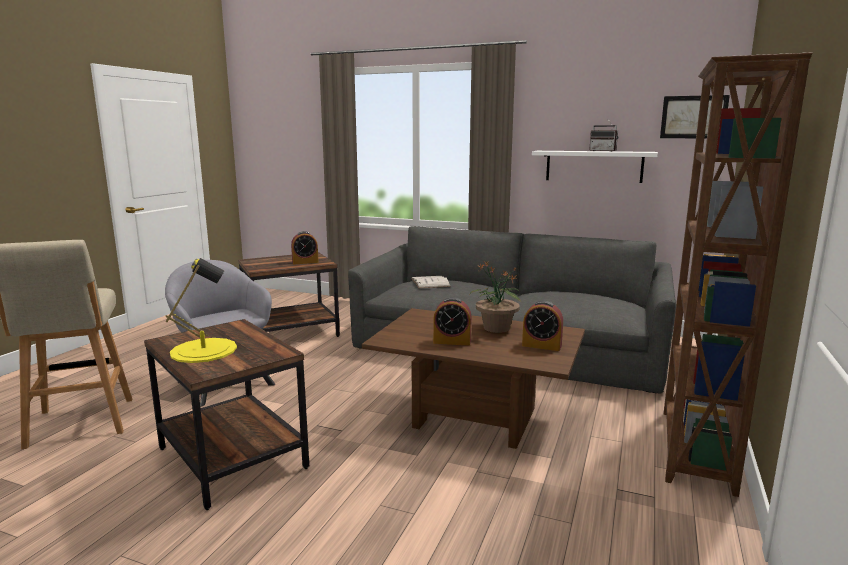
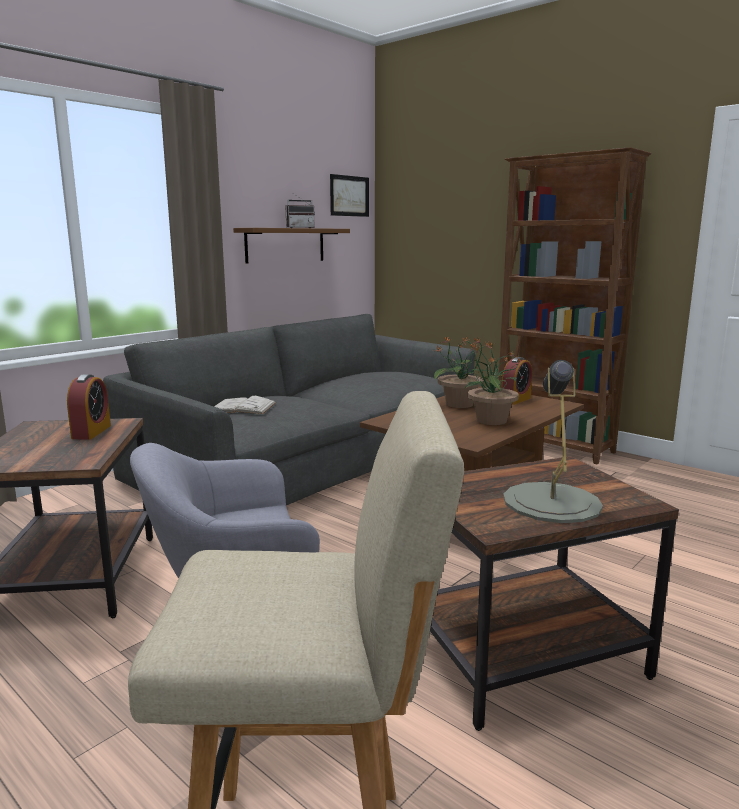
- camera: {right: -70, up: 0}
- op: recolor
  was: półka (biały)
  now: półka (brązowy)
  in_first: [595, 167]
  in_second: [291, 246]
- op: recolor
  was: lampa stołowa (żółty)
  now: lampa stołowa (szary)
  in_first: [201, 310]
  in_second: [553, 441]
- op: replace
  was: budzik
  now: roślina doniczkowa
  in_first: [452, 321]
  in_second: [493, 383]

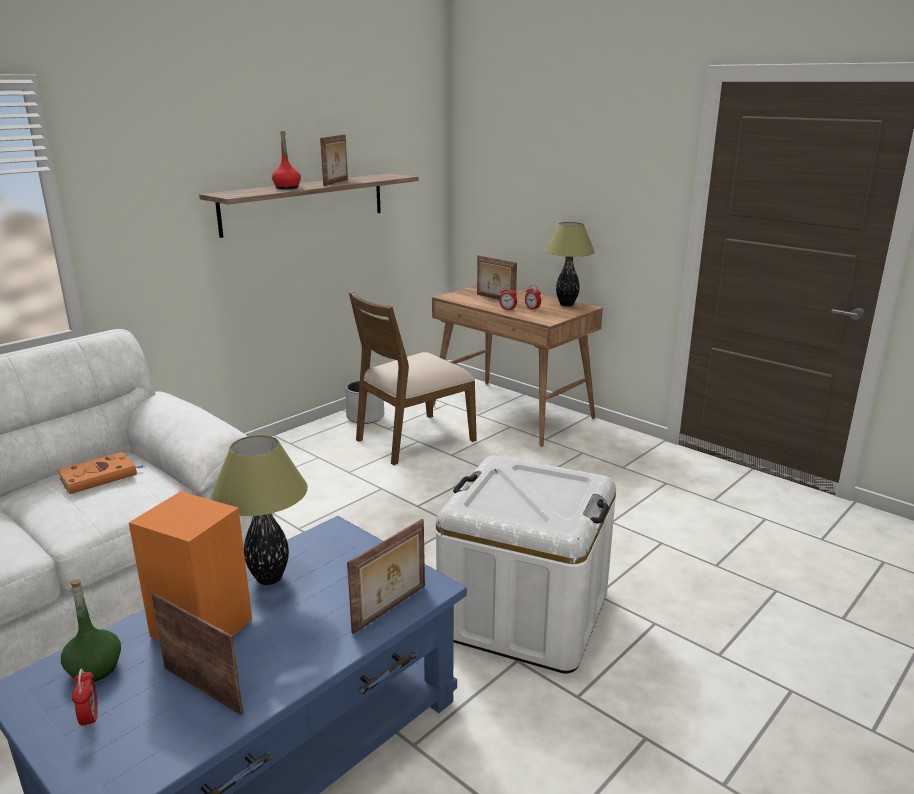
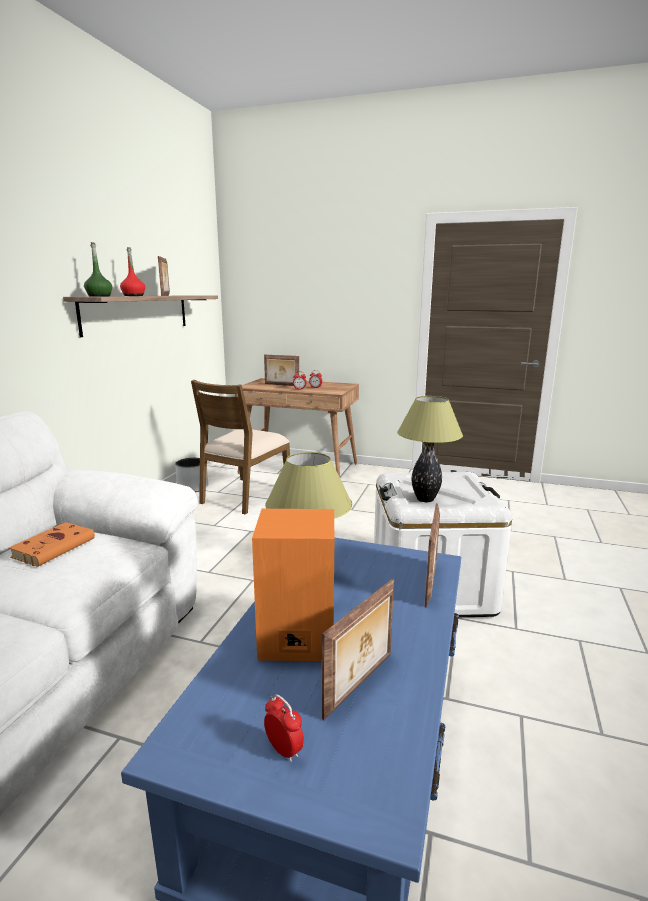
- camera: {right: -25, up: -5}
- op: move
  was: lampa stołowa
  in_first: [570, 264]
  in_second: [430, 449]
- op: move
  was: butelka (zielony)
  in_first: [91, 630]
  in_second: [98, 269]
- op: rotate
  was: ramka na zdjęcie
  in_first: [197, 654]
  in_second: [358, 649]
  clockwise: 120

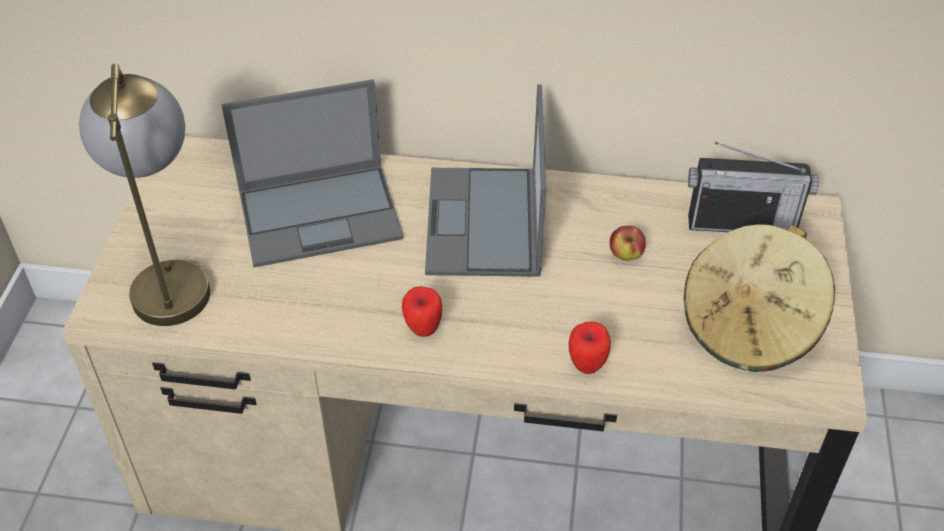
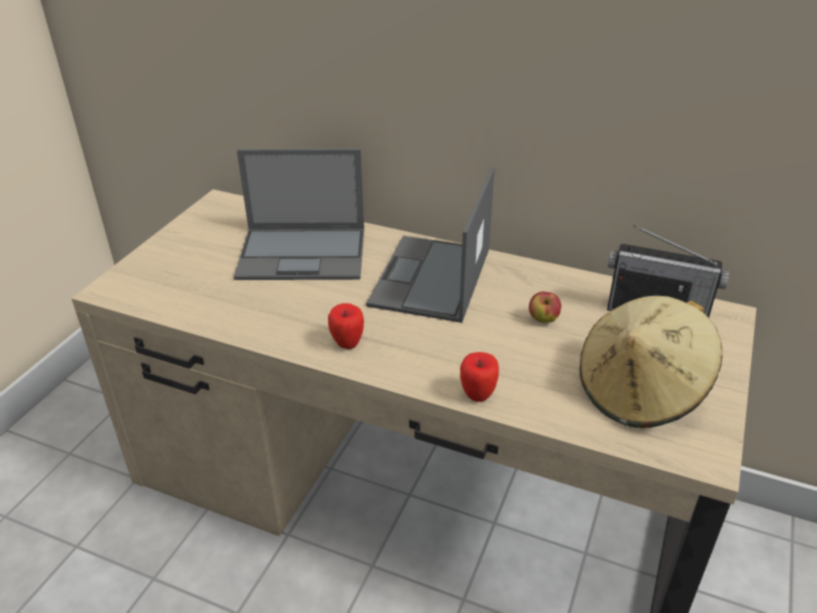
- camera: {right: 15, up: -10}
- op: delete
  was: lampa stołowa
  in_first: [144, 195]

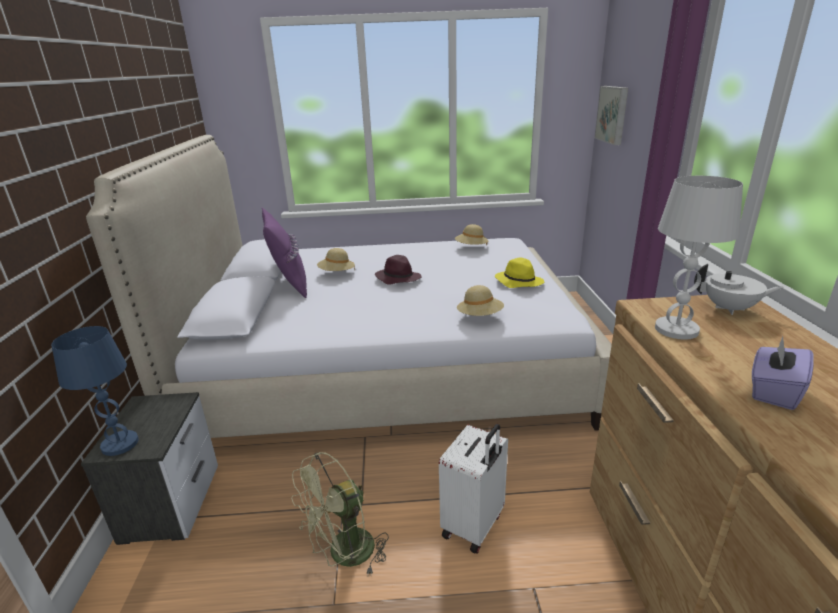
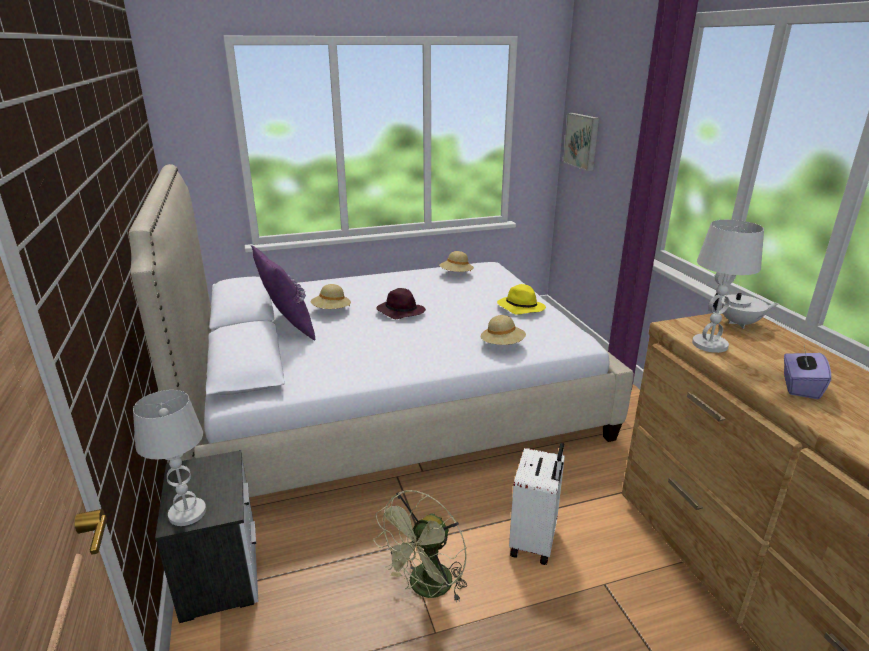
- camera: {right: -15, up: 0}
- op: recolor
  was: lampa stołowa (niebieski)
  now: lampa stołowa (biały)
  in_first: [95, 391]
  in_second: [169, 458]

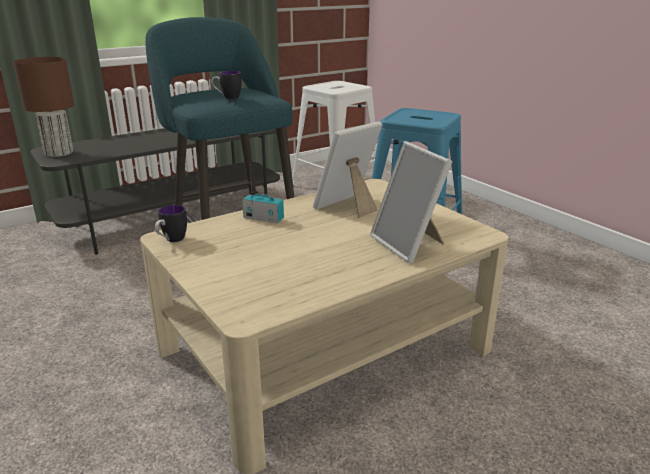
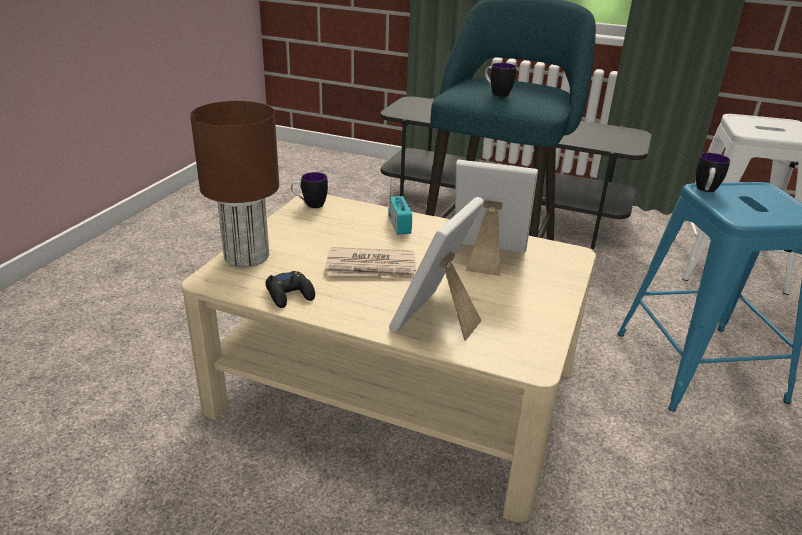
- camera: {right: 55, up: 5}
- op: move
  was: lampa stołowa (brązowy)
  in_first: [43, 107]
  in_second: [234, 184]
- op: insert
  now: kubek
  in_second: [713, 172]
- op: insert
  now: gazeta
  in_second: [370, 263]
- op: insert
  now: pad do gier (czarny)
  in_second: [290, 289]

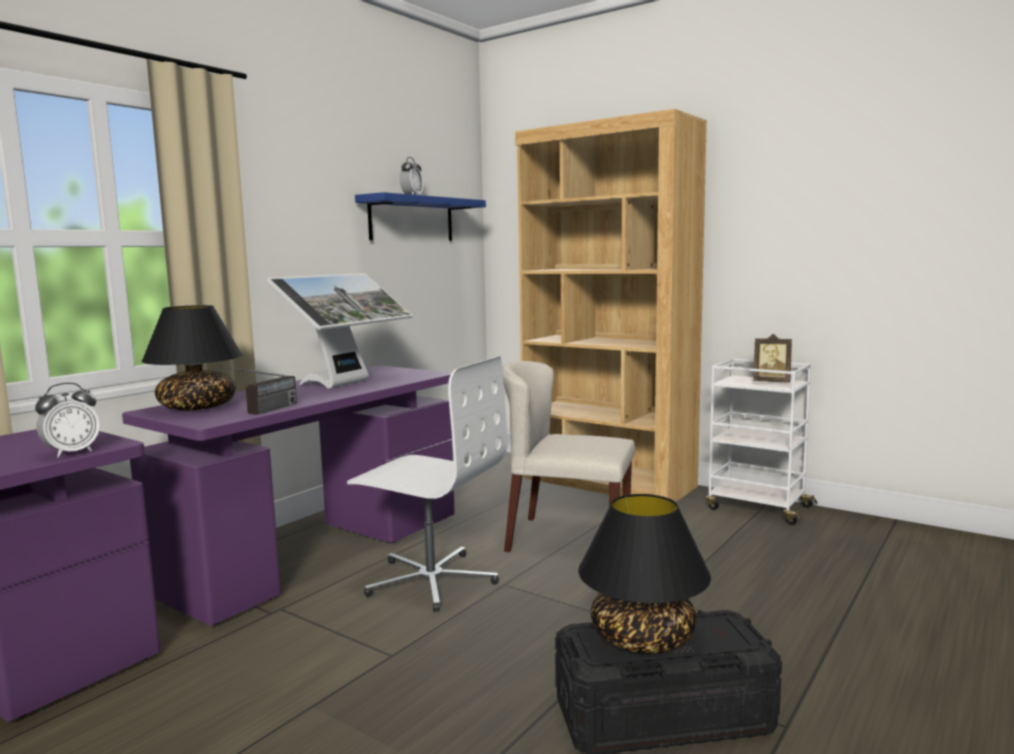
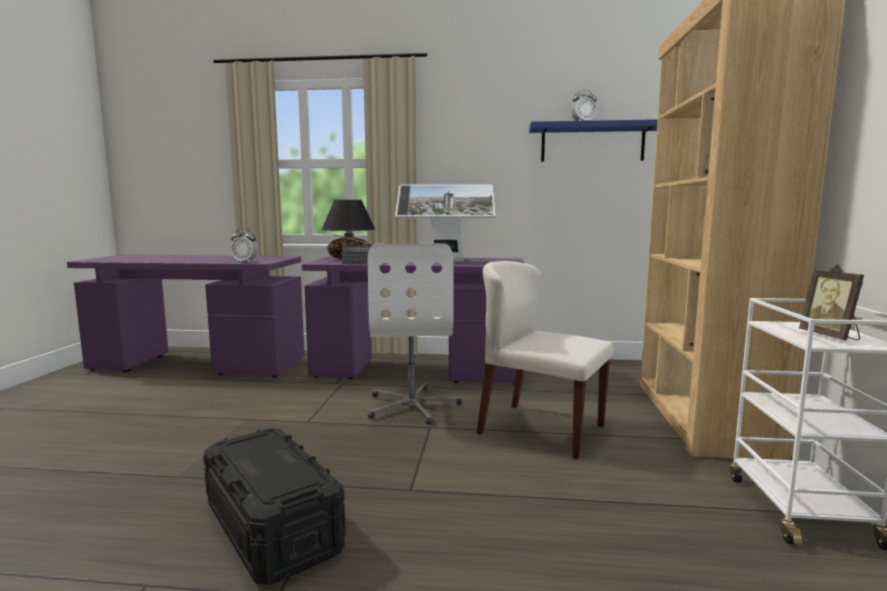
- camera: {right: 60, up: 0}
- op: rotate
  was: krzesło (beżowy)
  in_first: [568, 456]
  in_second: [545, 360]
  clockwise: -45
- op: delete
  was: lampa stołowa (czarny)
  in_first: [644, 574]

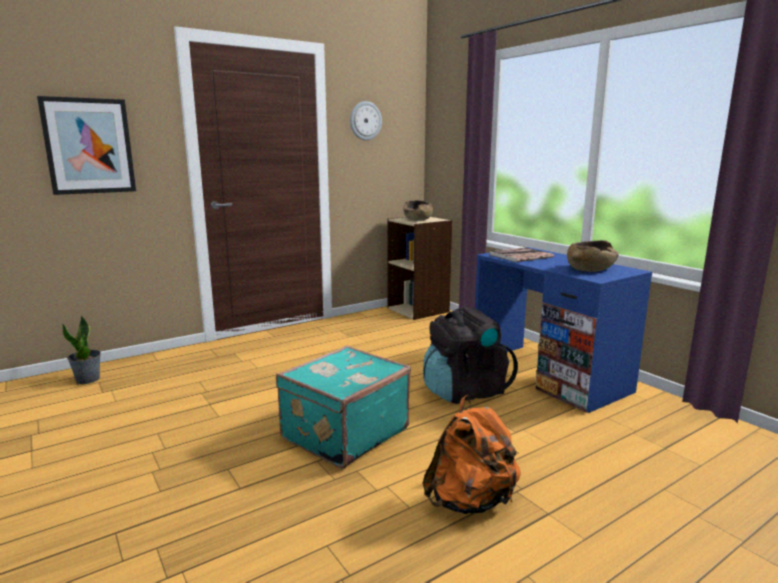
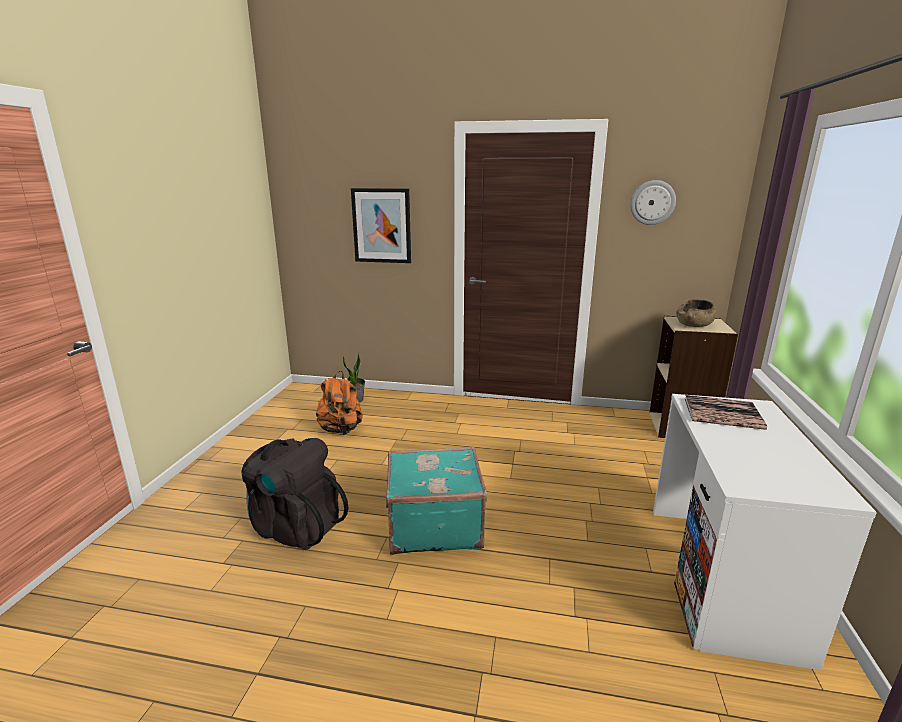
- camera: {right: 45, up: 5}
- op: delete
  was: miska (brązowy)
  in_first: [593, 256]
- op: recolor
  was: biurko (niebieski)
  now: biurko (biały)
  in_first: [563, 330]
  in_second: [765, 532]
- op: move
  was: plecak (czarny)
  in_first: [470, 355]
  in_second: [294, 494]
- op: move
  was: plecak (pomarańczowy)
  in_first: [472, 454]
  in_second: [339, 403]

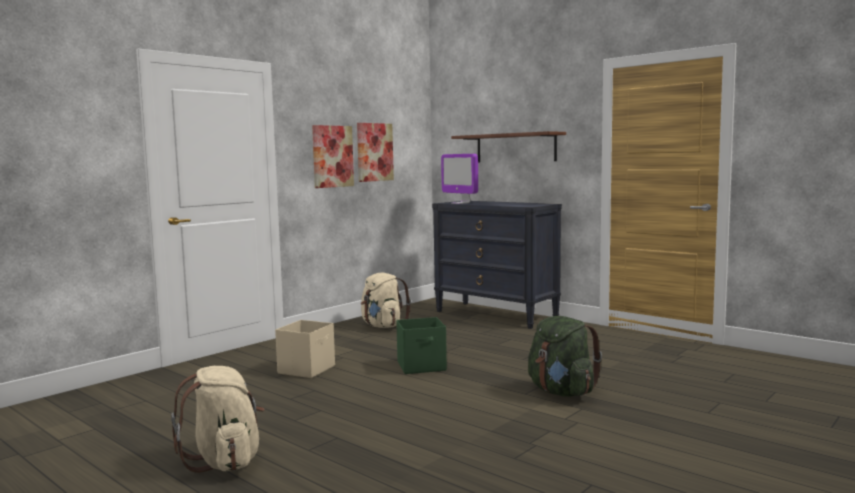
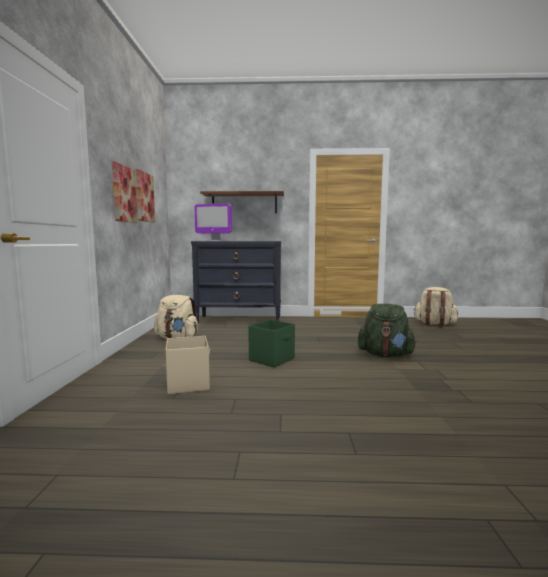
- camera: {right: -40, up: 0}
- op: move
  was: plecak (beżowy)
  in_first: [218, 419]
  in_second: [436, 307]

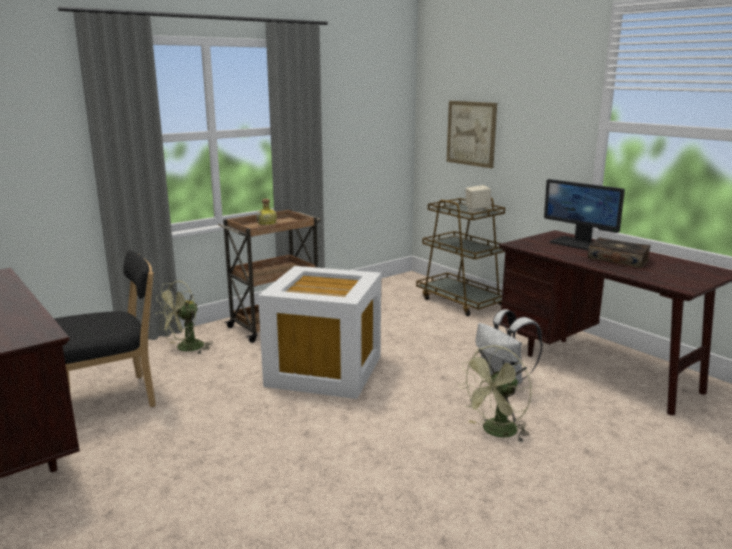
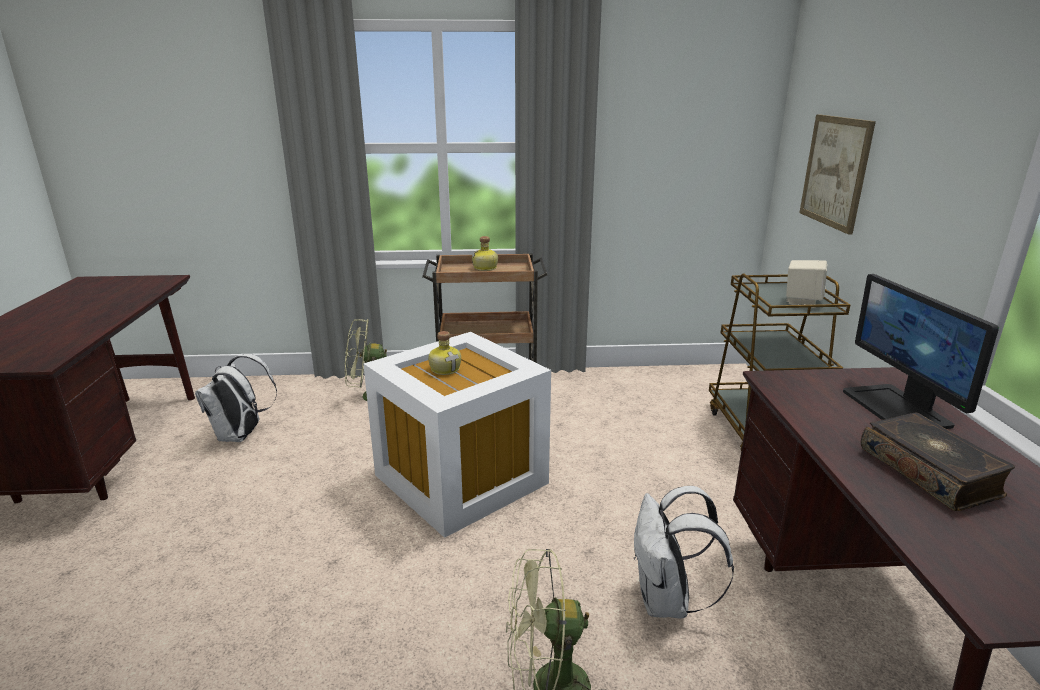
- camera: {right: 35, up: 5}
- op: replace
  was: krzesło (czarny)
  now: plecak (biały)
  in_first: [105, 328]
  in_second: [236, 398]
- op: insert
  now: butelka
  in_second: [444, 353]

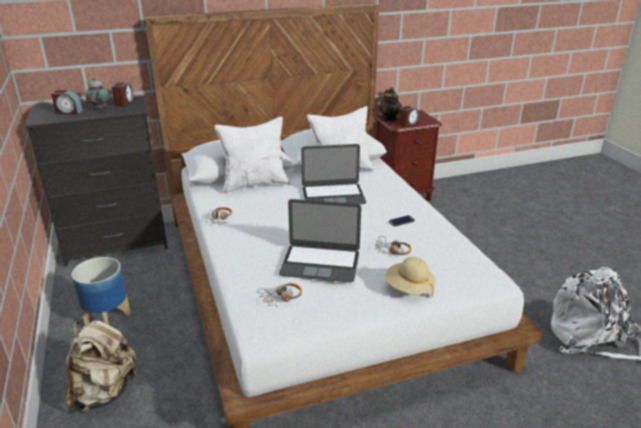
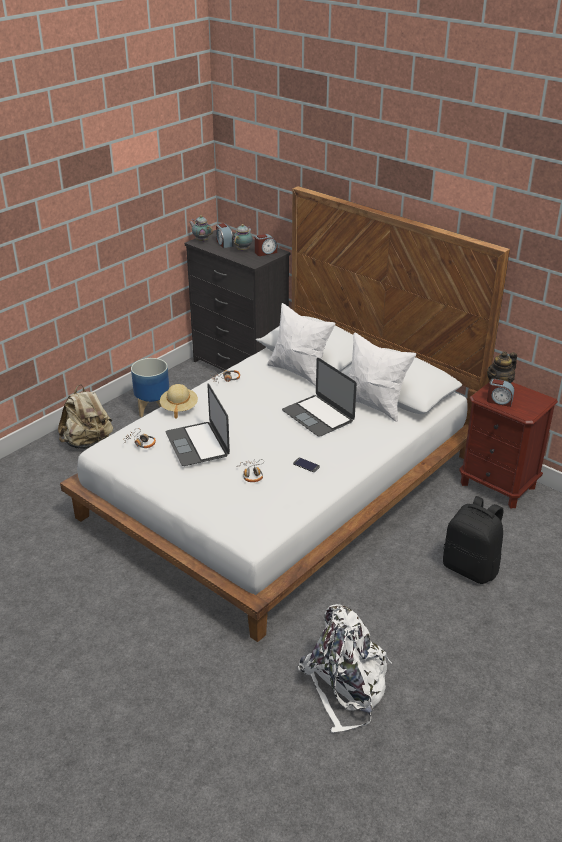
- camera: {right: 60, up: 5}
- op: move
  was: kapelusz (beżowy)
  in_first: [410, 277]
  in_second: [179, 401]
- op: insert
  now: imbryk
  in_second: [201, 228]
- op: insert
  now: plecak (czarny)
  in_second: [473, 540]

